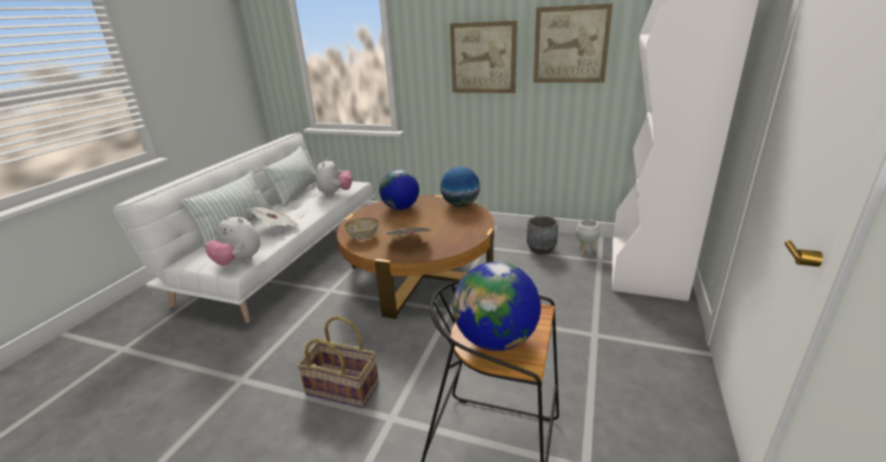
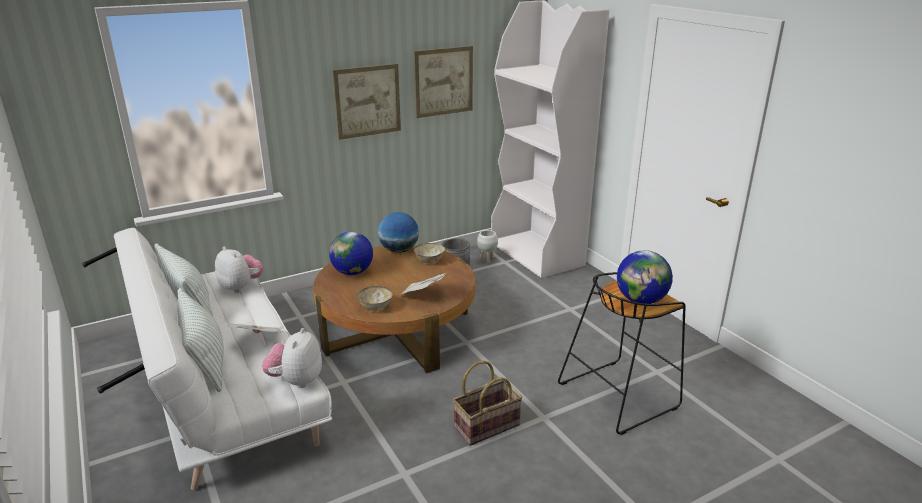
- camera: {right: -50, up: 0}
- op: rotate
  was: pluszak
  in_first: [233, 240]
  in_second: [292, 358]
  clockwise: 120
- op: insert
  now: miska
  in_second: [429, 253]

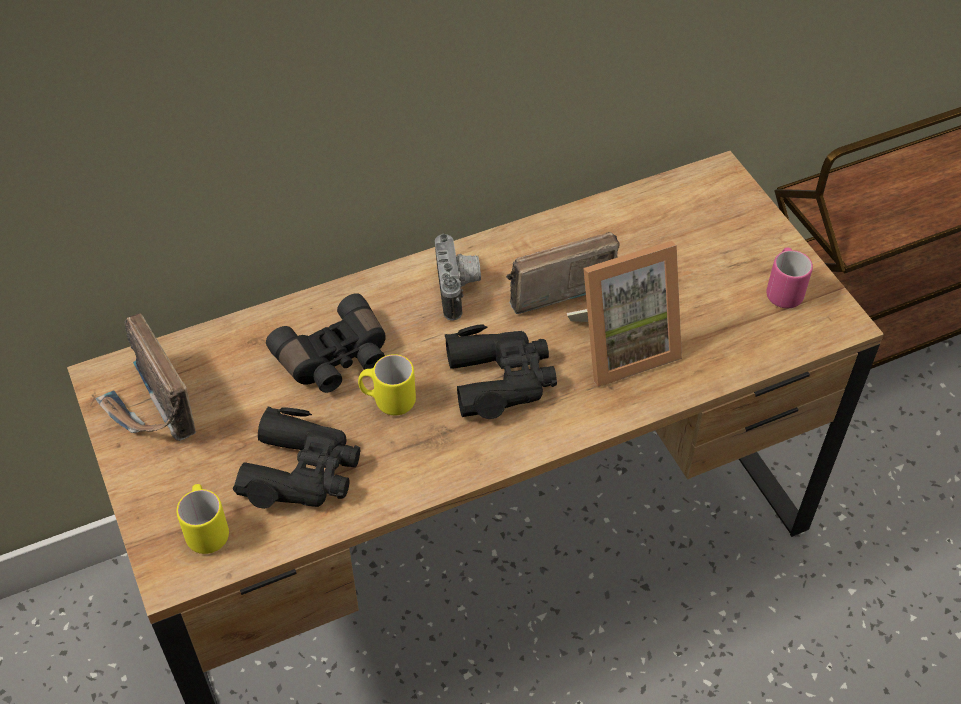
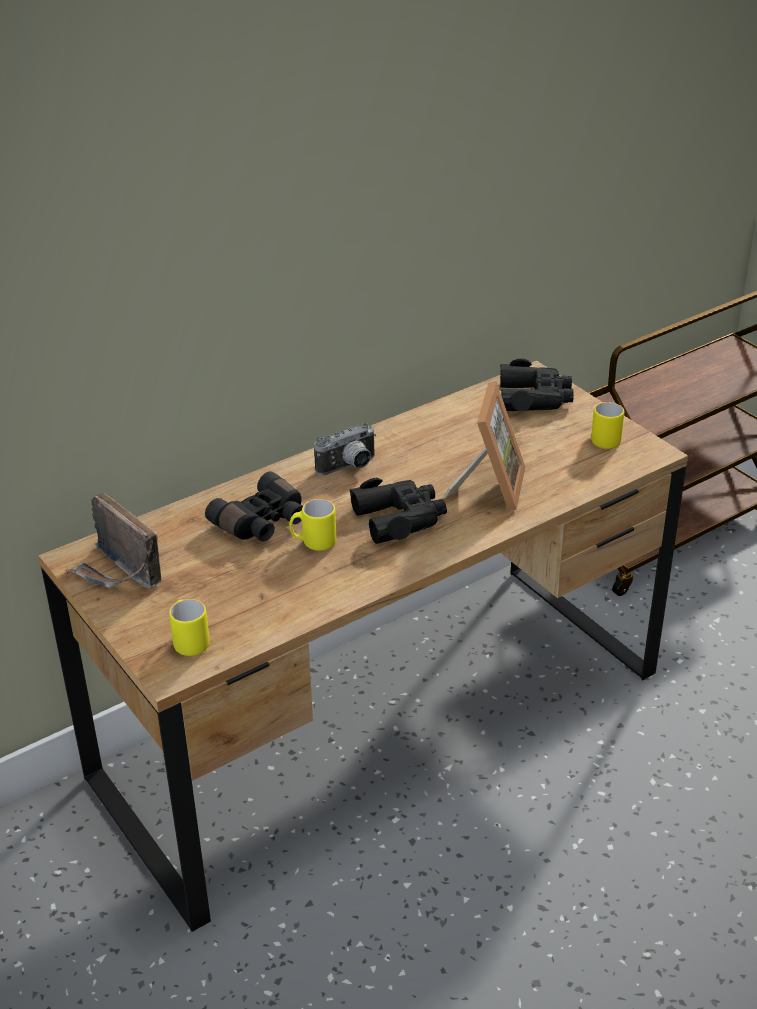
- camera: {right: -10, up: -15}
- op: delete
  was: radio
  in_first: [562, 273]
- op: rotate
  was: aparat fotograficzny
  in_first: [458, 277]
  in_second: [345, 449]
  clockwise: 75
- op: rotate
  was: ramka na zdjęcie
  in_first: [624, 314]
  in_second: [485, 446]
  clockwise: -45
- op: recolor
  was: kubek (różowy)
  now: kubek (żółty)
  in_first: [789, 278]
  in_second: [607, 425]
- op: move
  was: lornetka (czarny)
  in_first: [296, 458]
  in_second: [537, 385]

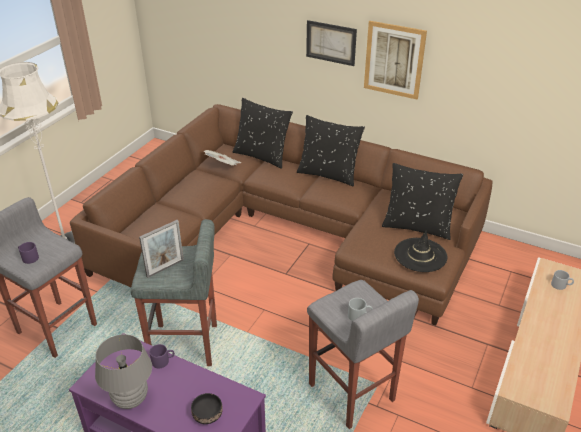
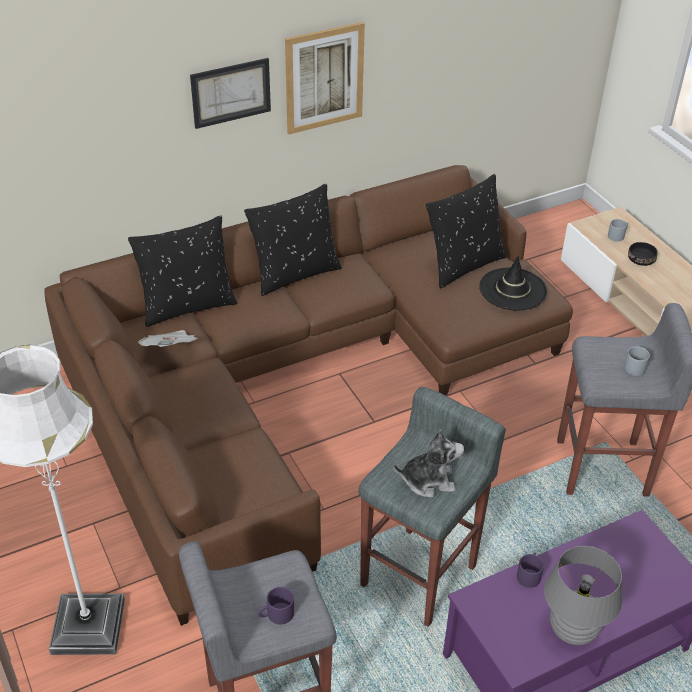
- camera: {right: -55, up: 5}
- op: replace
  was: ramka na zdjęcie
  now: pluszak
  in_first: [161, 249]
  in_second: [428, 463]
- op: move
  was: miska (czarny)
  in_first: [207, 408]
  in_second: [643, 254]

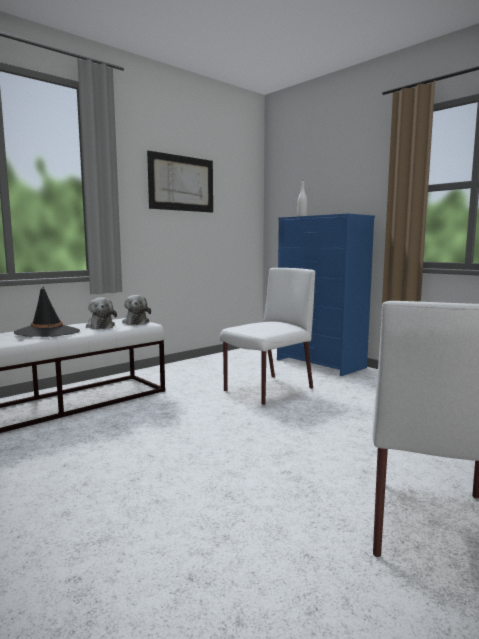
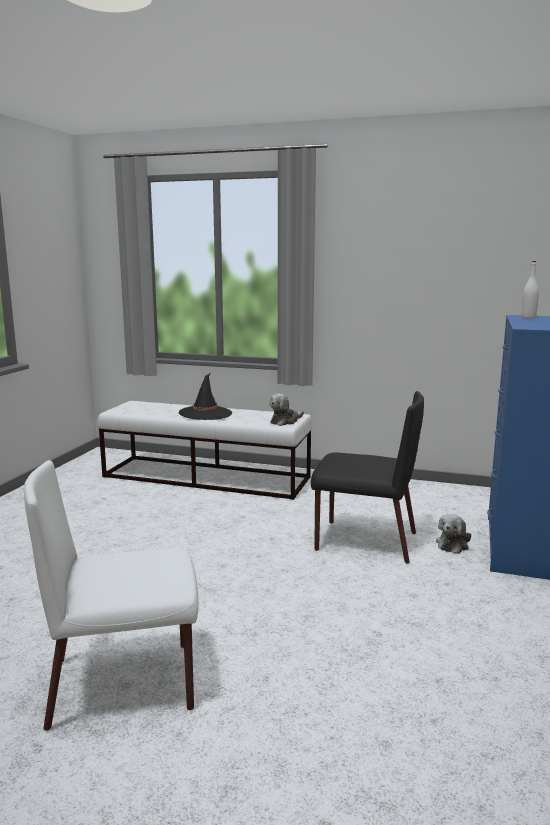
- camera: {right: 60, up: 5}
- op: delete
  was: obraz
  in_first: [180, 182]
- op: recolor
  was: krzesło (biały)
  now: krzesło (czarny)
  in_first: [267, 336]
  in_second: [367, 477]
- op: move
  was: pluszak
  in_first: [101, 313]
  in_second: [453, 534]

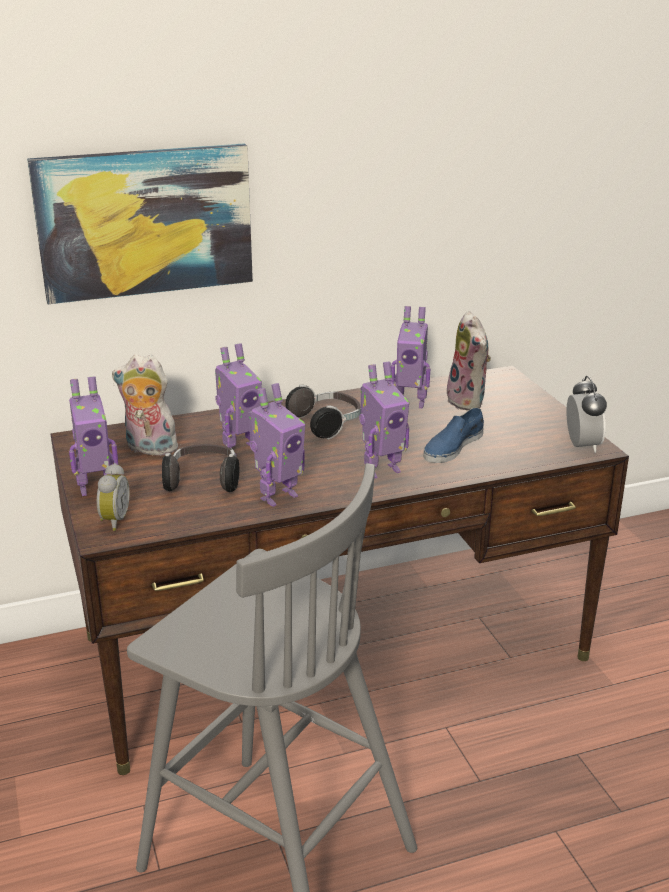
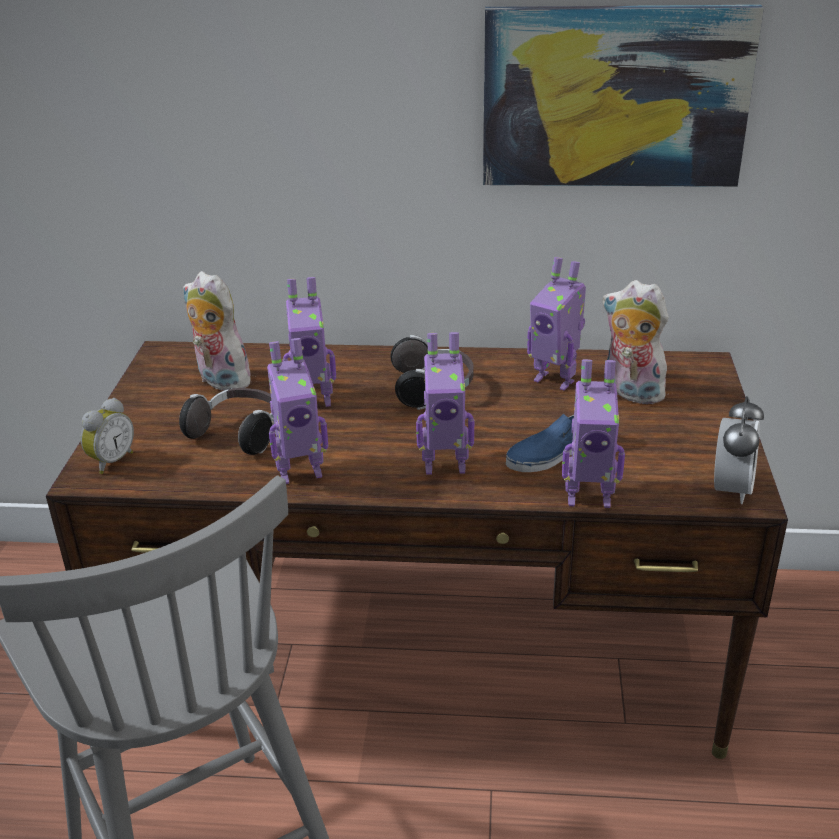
- camera: {right: 25, up: 5}
- op: move
  was: obraz
  in_first: [140, 223]
  in_second: [623, 96]
- op: rotate
  was: pluszak
  in_first: [469, 360]
  in_second: [636, 342]
  clockwise: 120
- op: move
  was: robot zabawkowy
  in_first: [93, 436]
  in_second: [593, 433]

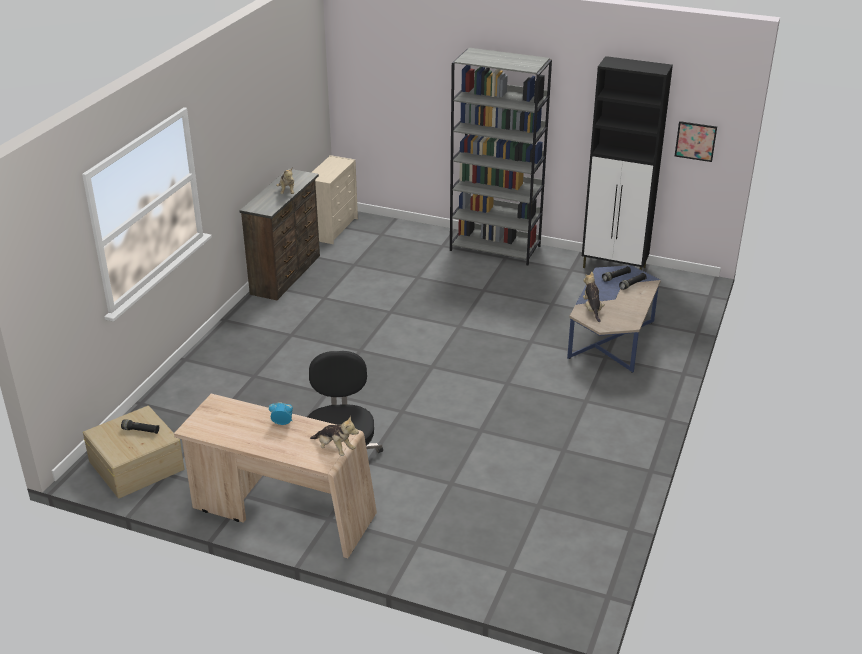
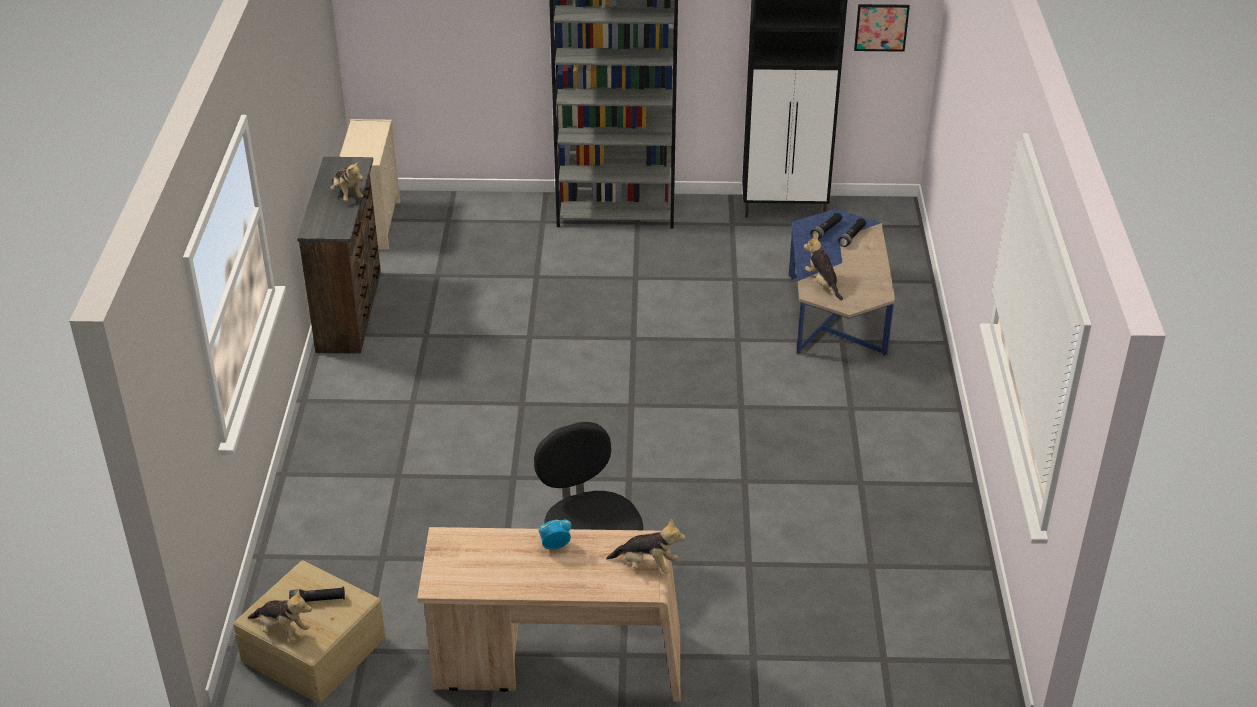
- camera: {right: -20, up: 5}
- op: insert
  now: pluszak
  in_second: [280, 615]

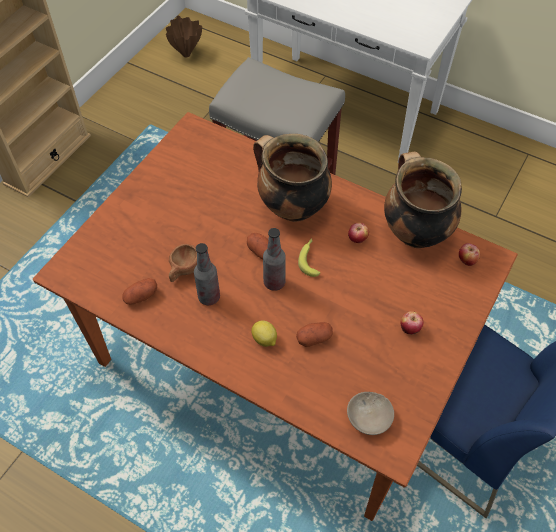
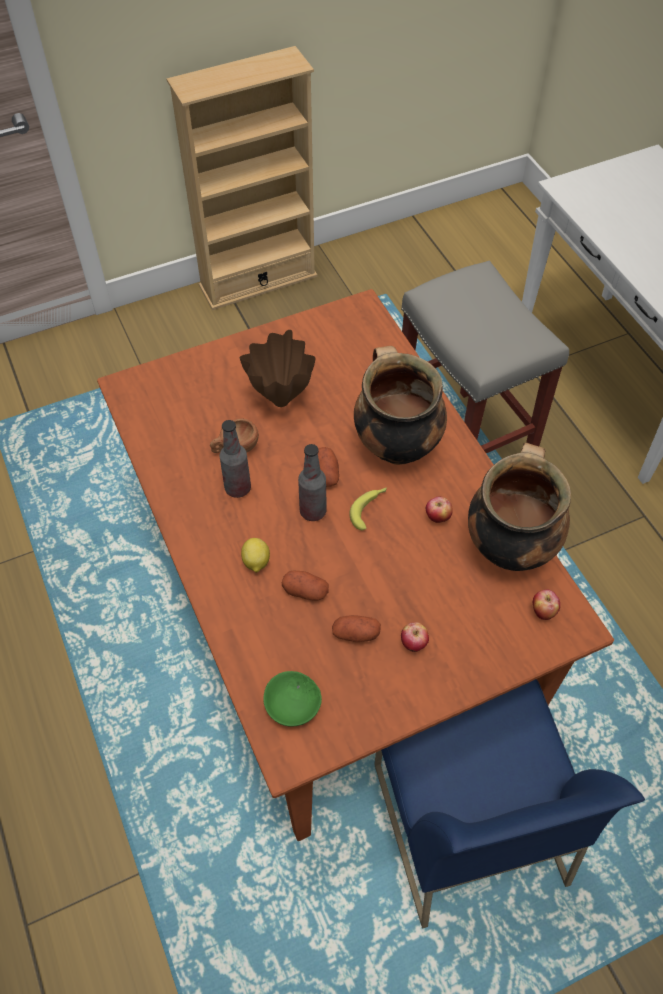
- camera: {right: 35, up: 0}
- op: move
  was: wazon (brązowy)
  in_first: [184, 36]
  in_second: [278, 368]
- op: move
  was: ziemniak
  in_first: [139, 291]
  in_second: [356, 628]
- op: recolor
  was: miska (beżowy)
  now: miska (zielony)
  in_first: [370, 413]
  in_second: [292, 699]

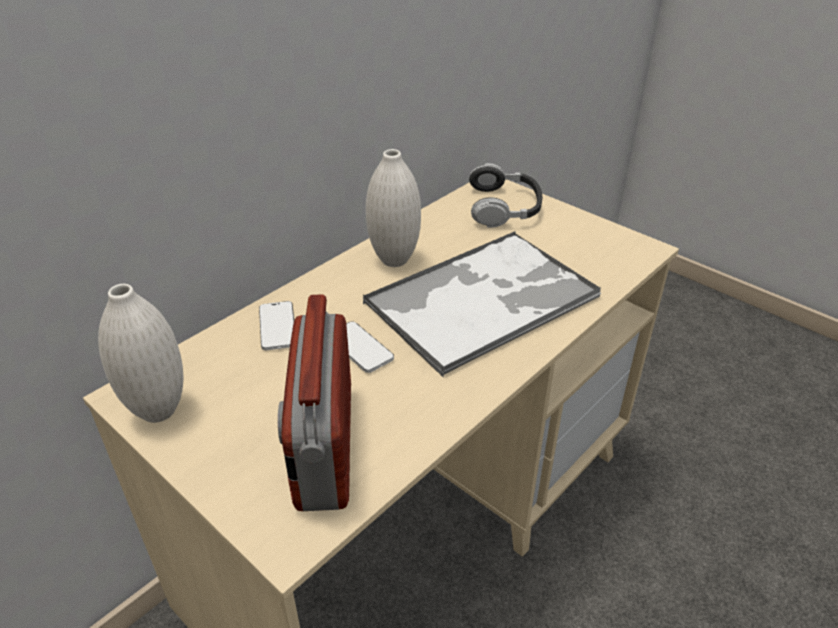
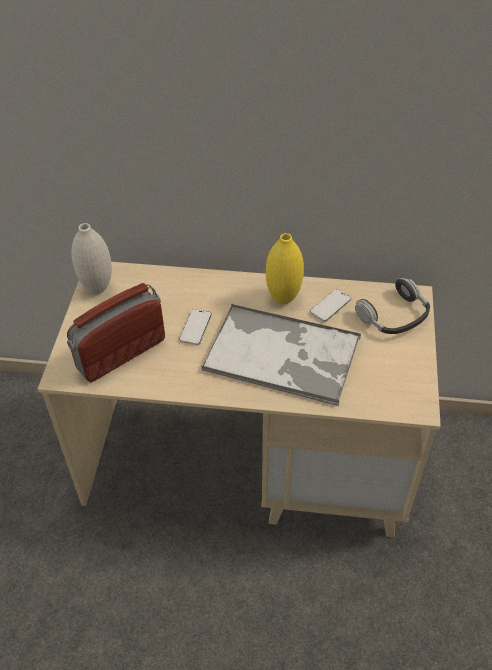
- camera: {right: 55, up: 10}
- op: recolor
  was: wazon (biały)
  now: wazon (żółty)
  in_first: [393, 208]
  in_second: [285, 268]
- op: move
  was: telefon
  in_first: [276, 325]
  in_second: [330, 305]

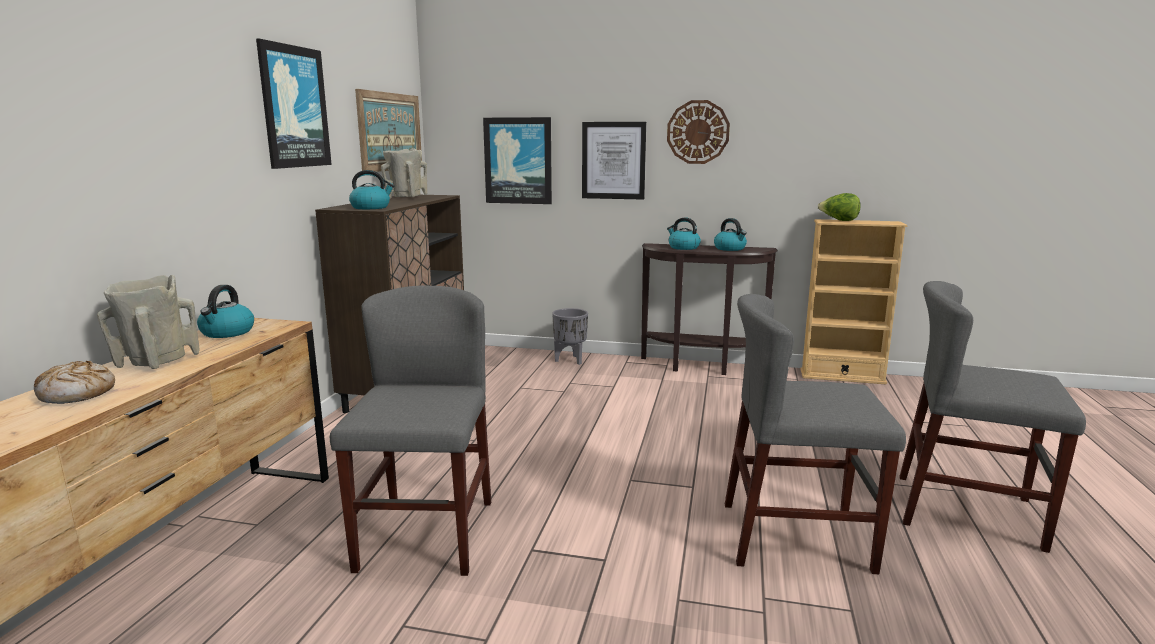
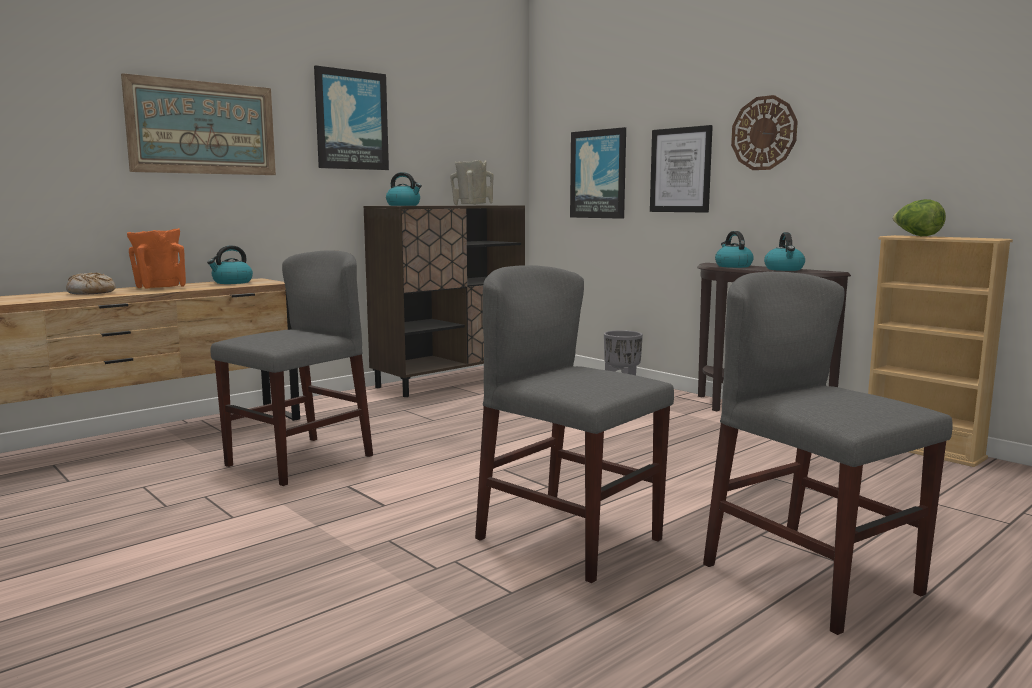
- camera: {right: 35, up: -5}
- op: move
  was: obraz
  in_first: [388, 130]
  in_second: [198, 124]
- op: recolor
  was: wazon (beżowy)
  now: wazon (pomarańczowy)
  in_first: [148, 322]
  in_second: [156, 258]

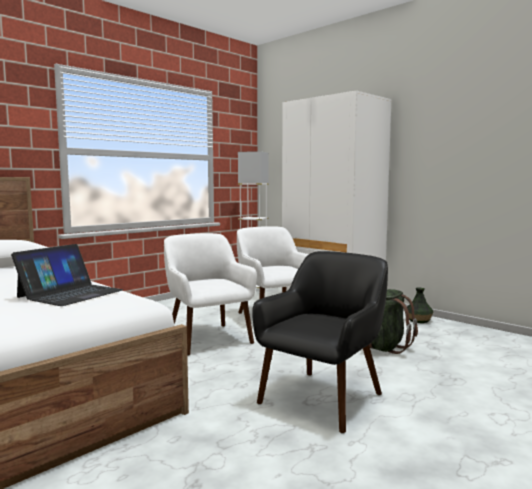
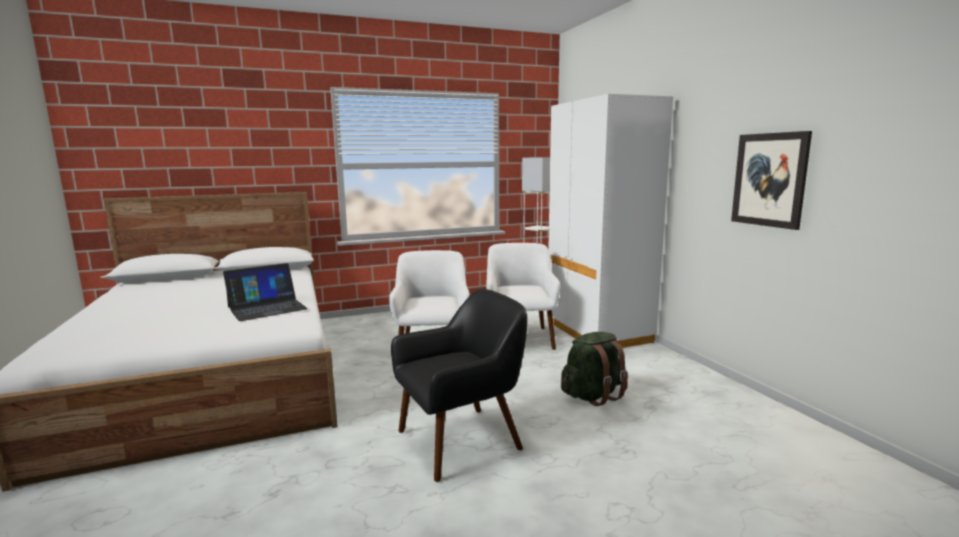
- camera: {right: 25, up: 5}
- op: delete
  was: wazon
  in_first: [420, 305]
- op: insert
  now: obraz
  in_second: [771, 180]

